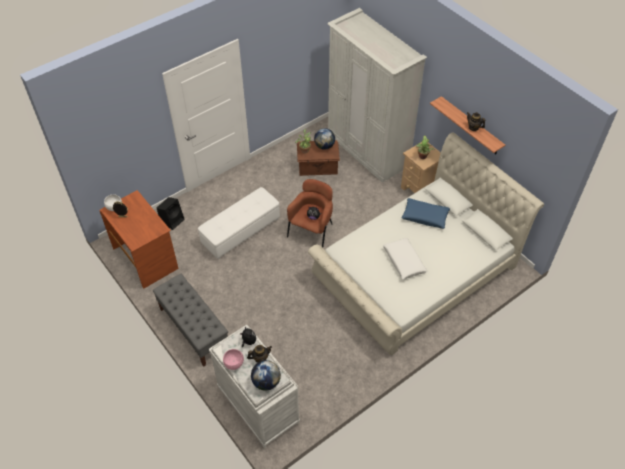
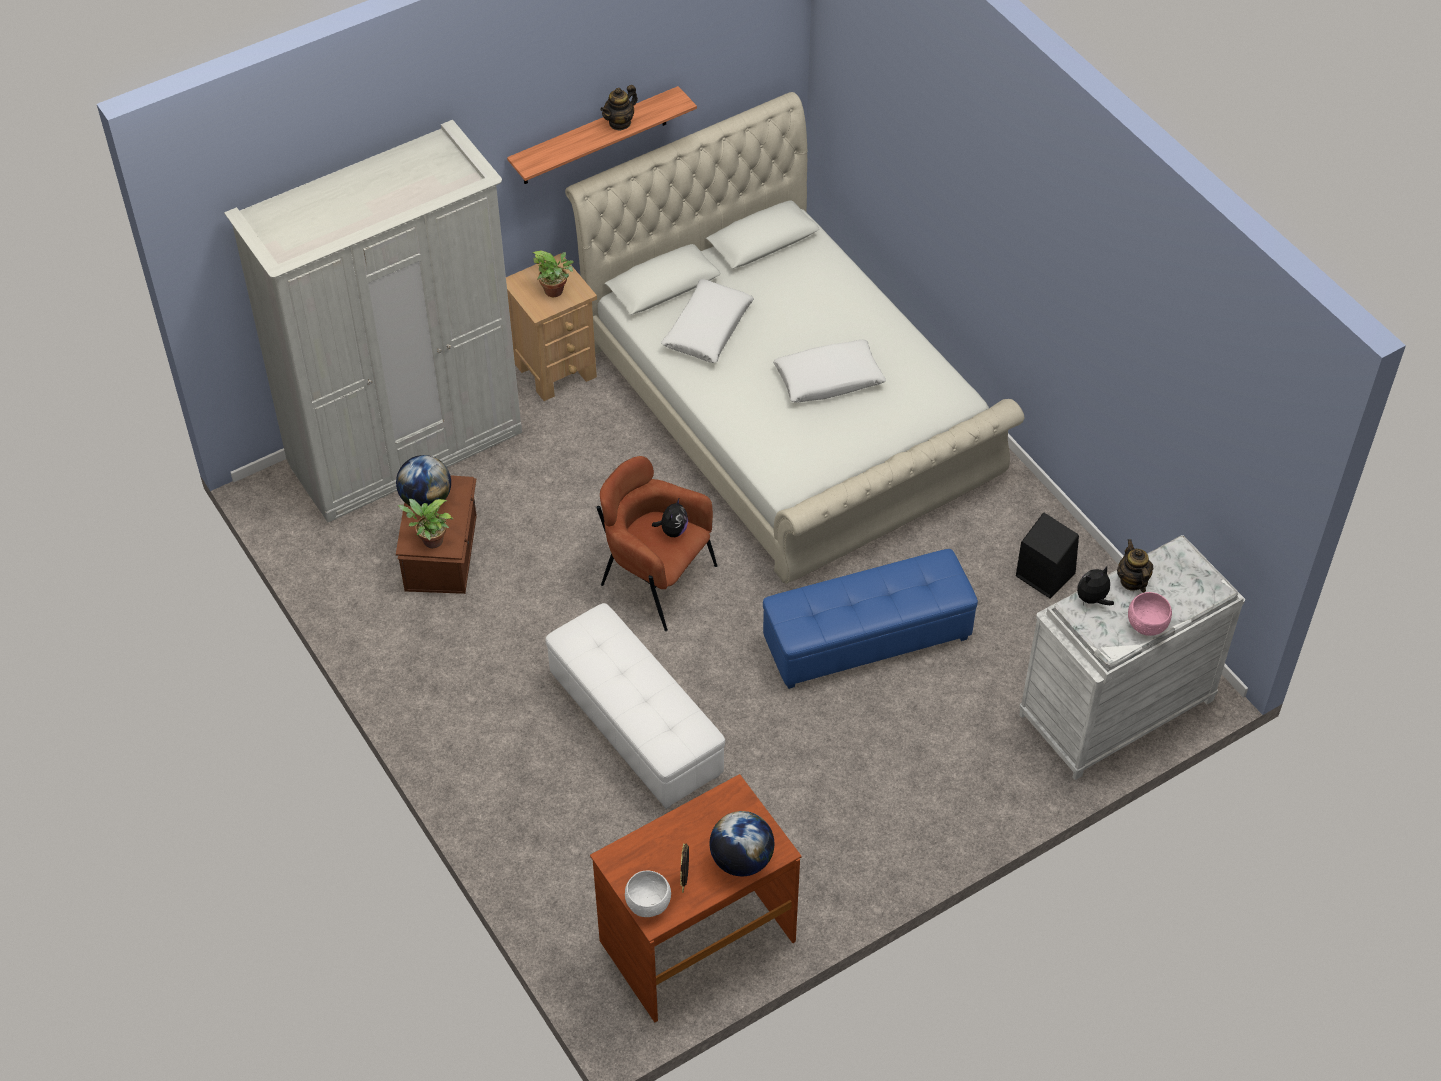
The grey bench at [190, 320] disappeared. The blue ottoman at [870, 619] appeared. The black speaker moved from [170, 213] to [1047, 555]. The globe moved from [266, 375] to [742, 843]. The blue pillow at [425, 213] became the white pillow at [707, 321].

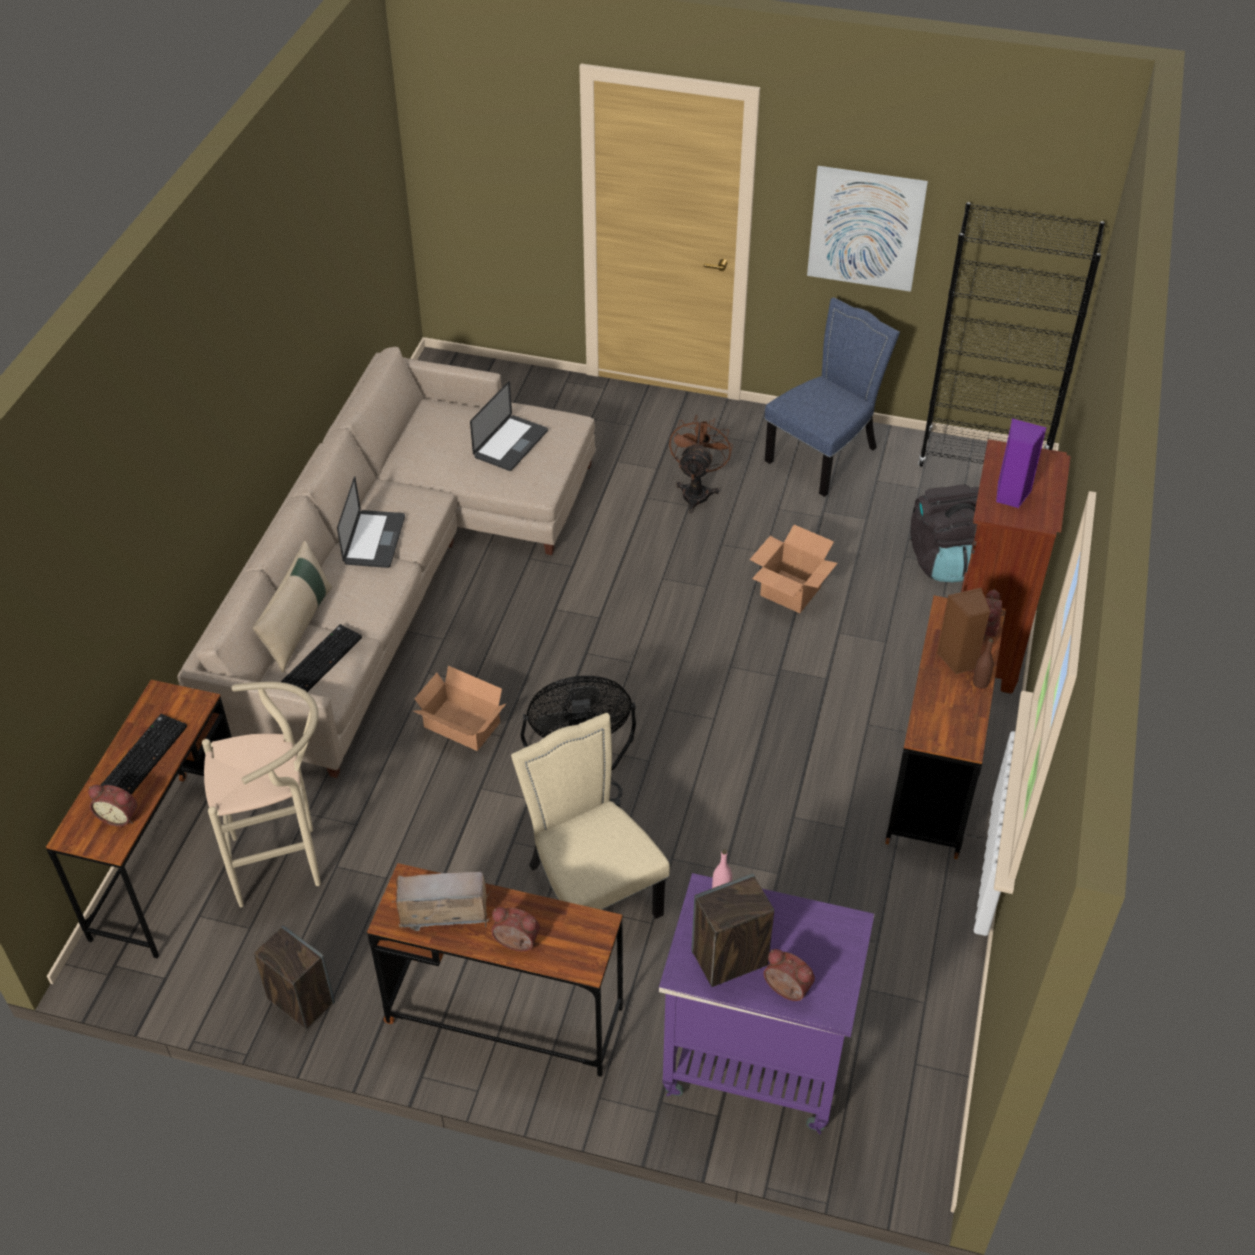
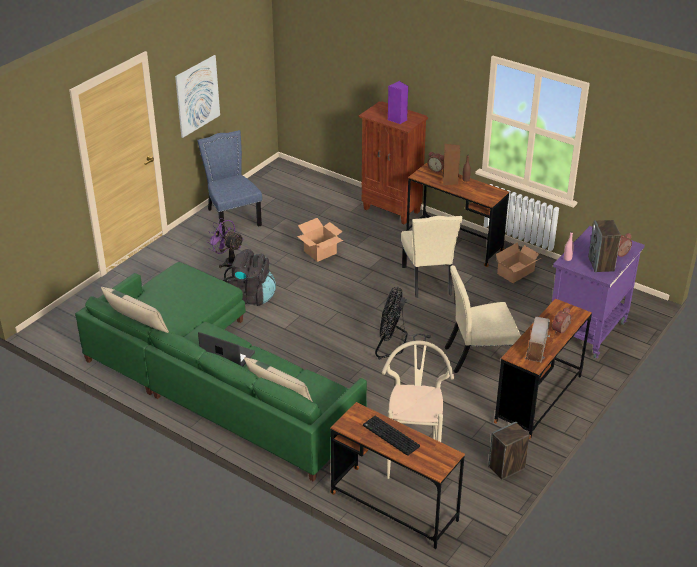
The alarm clock at [113, 806] disappeared. The keyboard at [321, 658] disappeared. The laptop at [509, 426] disappeared. The black bookcase at [1011, 334] disappeared. The beige pillow at [135, 310] appeared. The beige chair at [432, 257] appeared. The cardboard box moved from [460, 708] to [518, 262]. The black backpack moved from [944, 533] to [249, 277]. The beige sofa at [386, 562] became the green sofa at [221, 371]. The brown fan at [701, 463] became the purple fan at [225, 243].

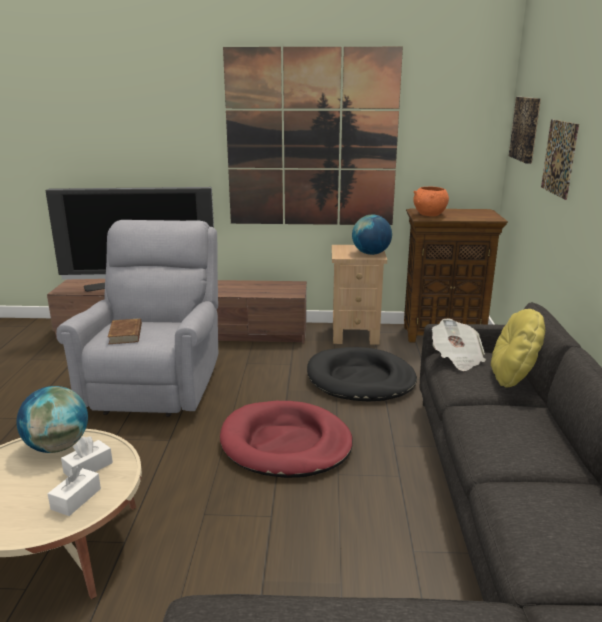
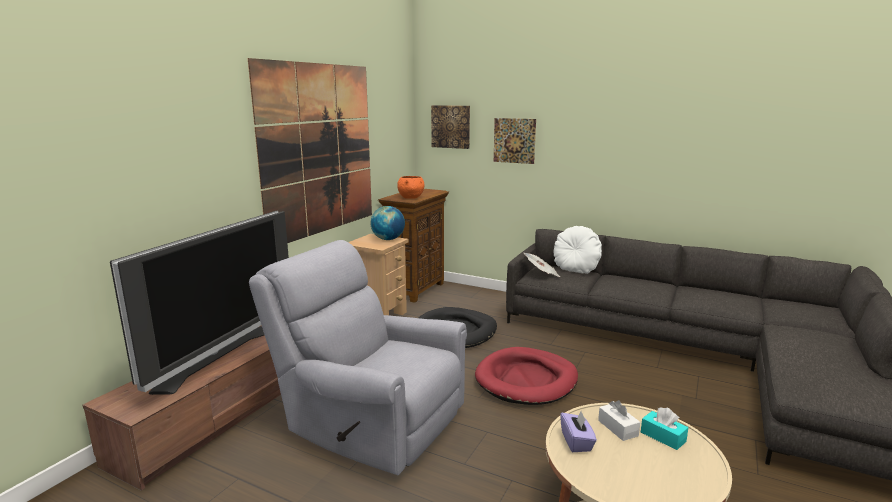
The brown book at [125, 331] disappeared. The globe at [52, 419] was replaced by the purple tissue box at [578, 431]. The white tissue box at [74, 490] became the turquoise tissue box at [664, 428]. The yellow pillow at [518, 348] became the white pillow at [578, 250].

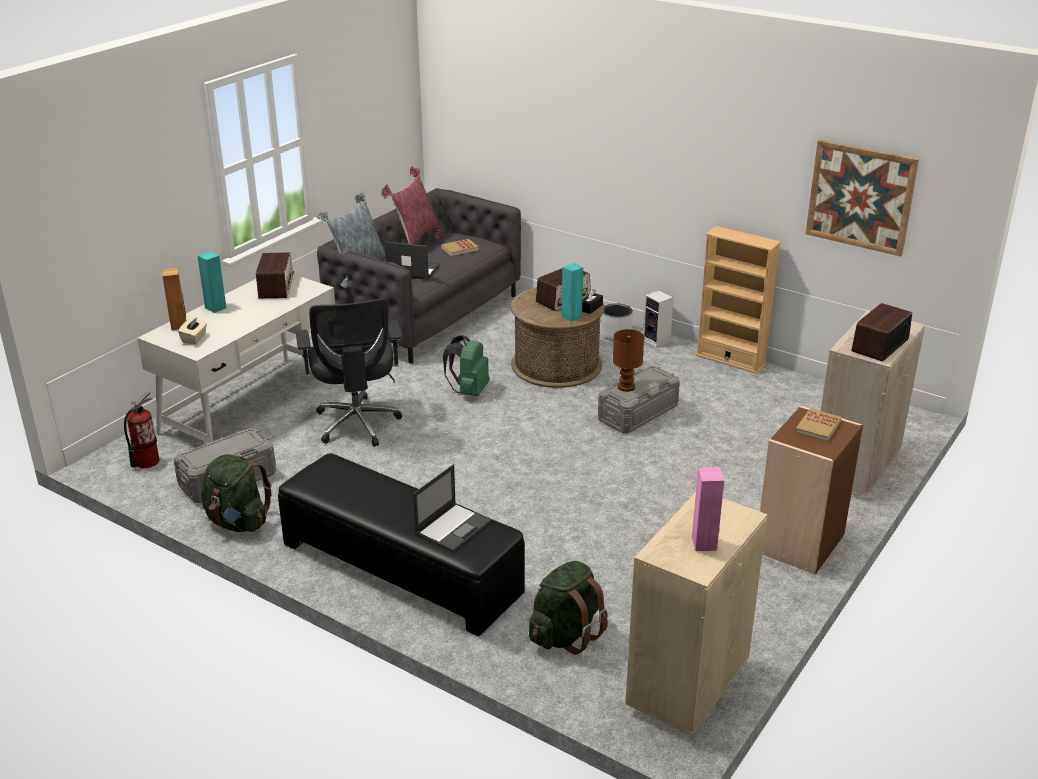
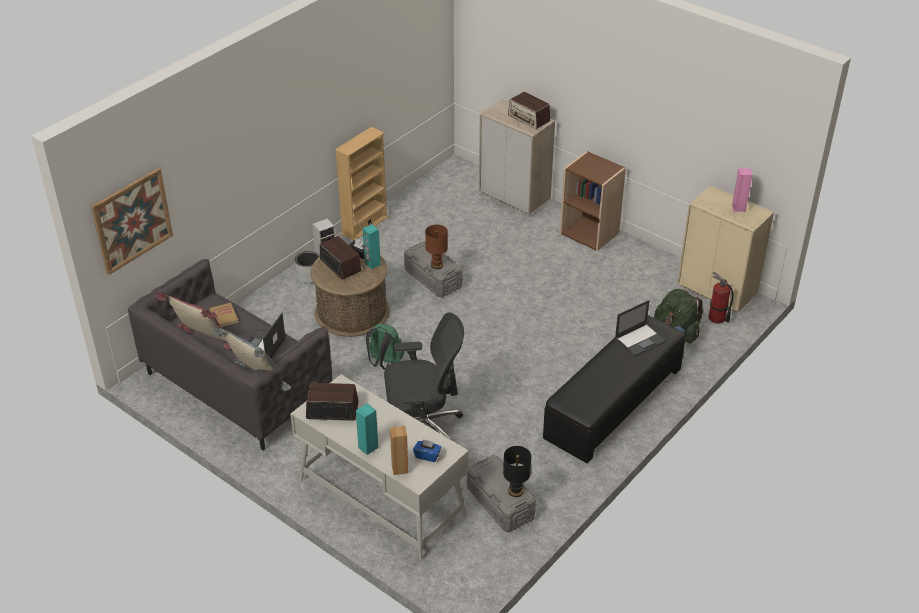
The green backpack at [236, 493] disappeared. The book at [818, 425] disappeared. The black table lamp at [517, 471] appeared. The fire extinguisher moved from [141, 429] to [721, 298]. The picture moved from [862, 198] to [132, 221]. The beige tissue box at [192, 330] became the blue tissue box at [427, 450]. The laptop at [452, 508] turned 105 degrees clockwise.

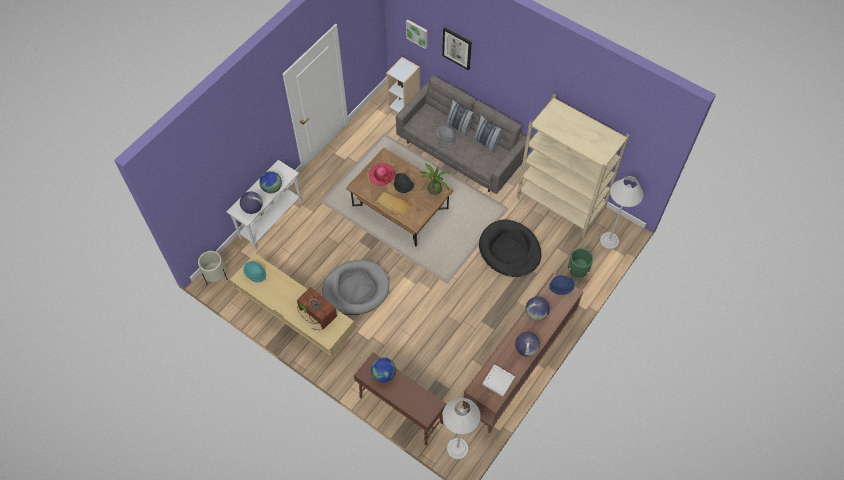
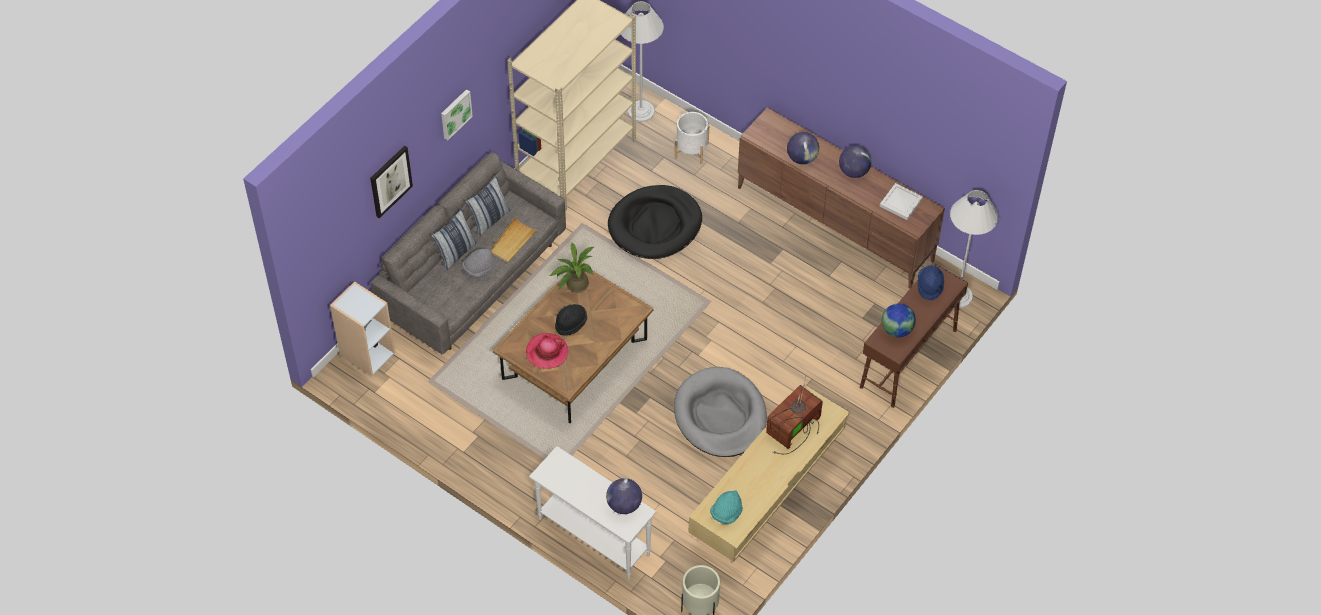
The globe at [270, 182] disappeared. The beige tray moved from [393, 203] to [513, 240]. The picture moved from [417, 34] to [457, 114]. The blue hat moved from [562, 285] to [931, 282]. The green planter at [580, 265] became the white planter at [692, 138].

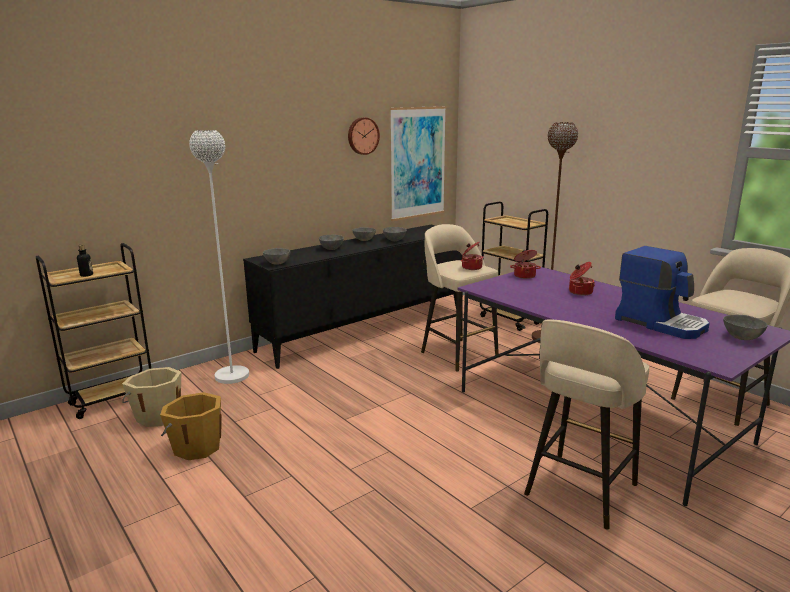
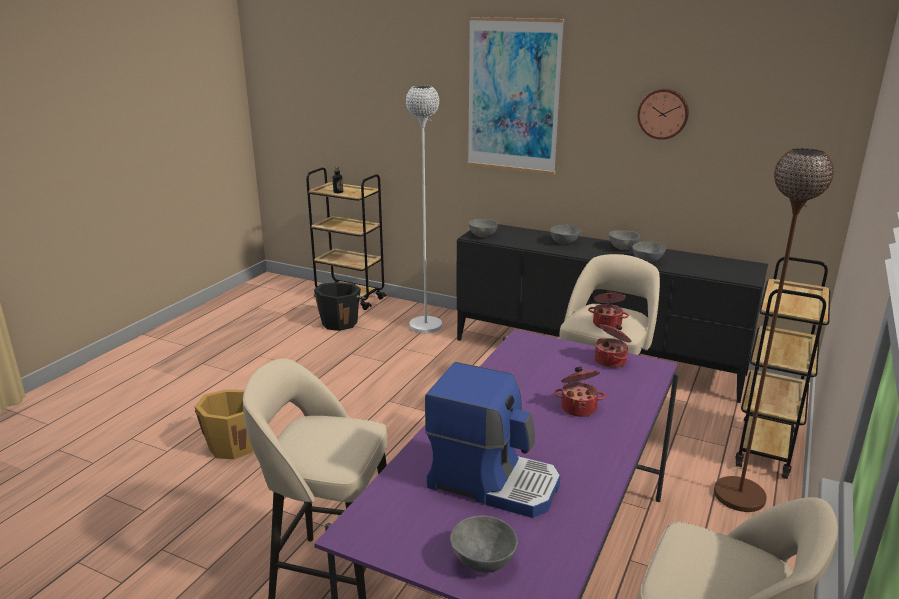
The orange bucket moved from [191, 426] to [223, 424]. The picture moved from [418, 163] to [515, 96]. The beige bucket at [151, 397] became the black bucket at [339, 306]. The coffee machine at [662, 292] turned 90 degrees counterclockwise.

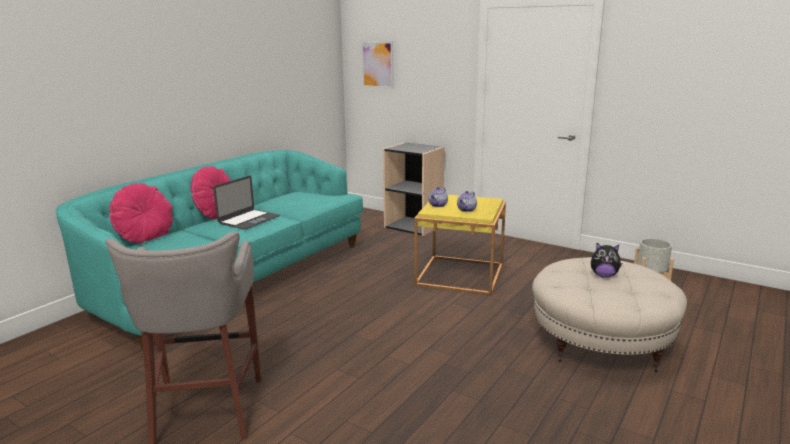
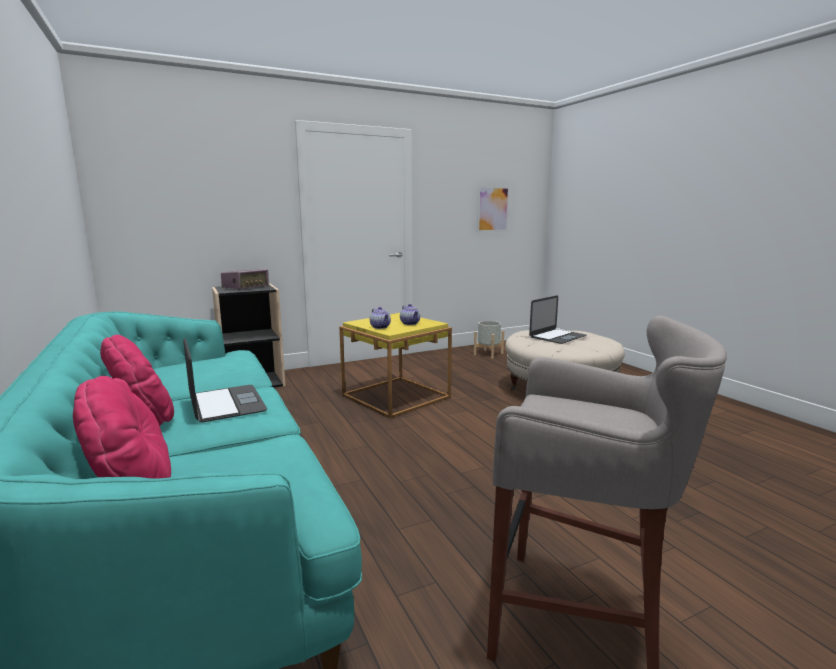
The radio at [245, 279] appeared. The picture moved from [377, 65] to [493, 209]. The plush toy at [606, 260] was replaced by the laptop at [558, 319].

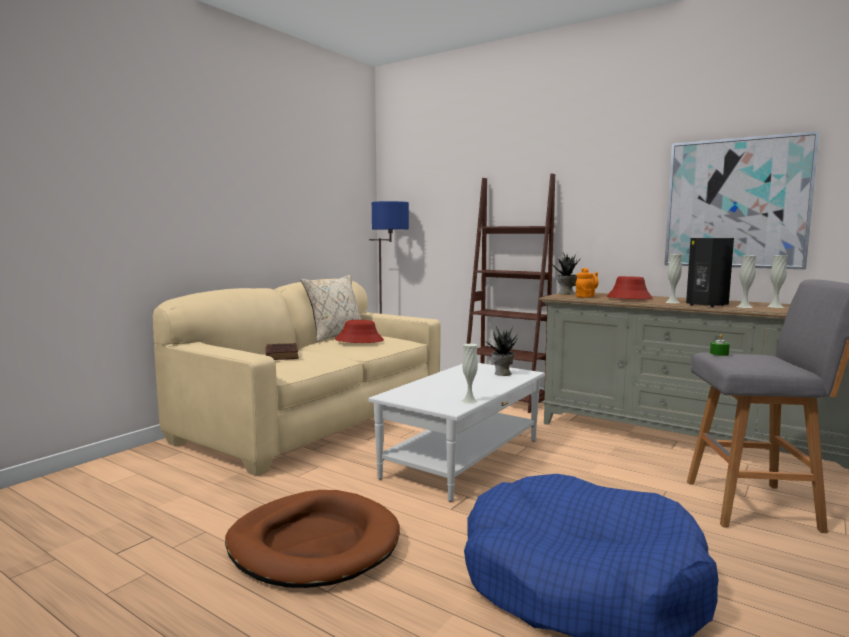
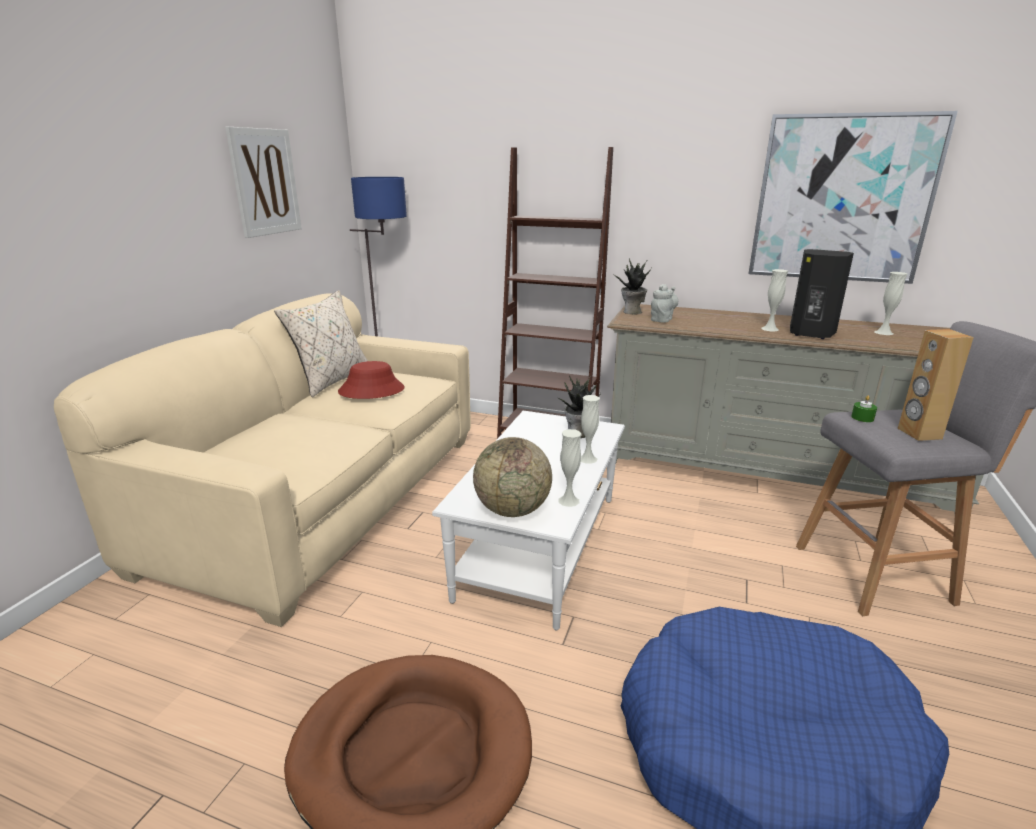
The brown book at [282, 351] disappeared. The red hat at [629, 287] disappeared. The picture at [263, 182] appeared. The globe at [512, 477] appeared. The brown speaker at [936, 385] appeared. The white vase moved from [746, 281] to [590, 429]. The orange teapot at [587, 282] became the grey teapot at [664, 303].

